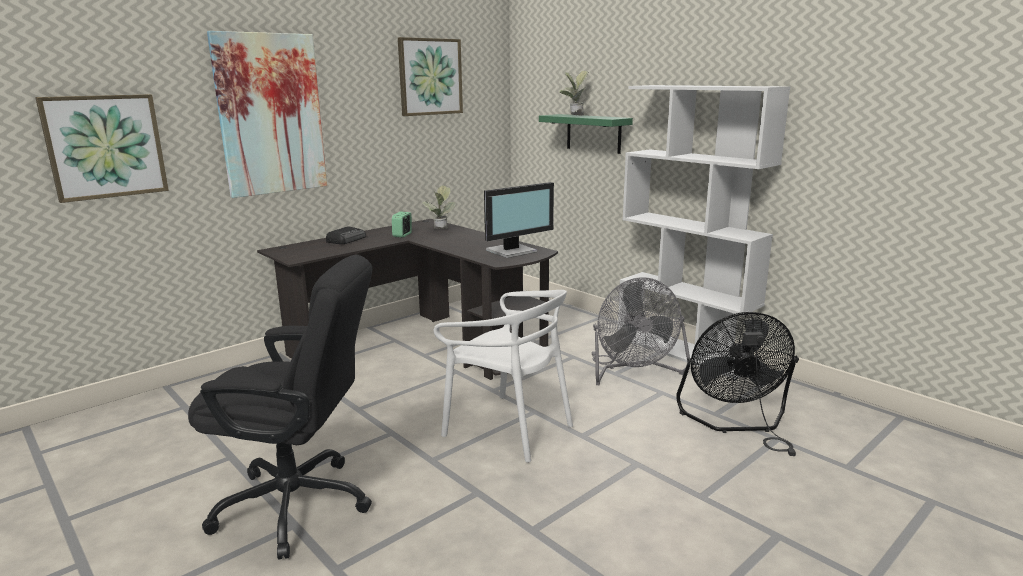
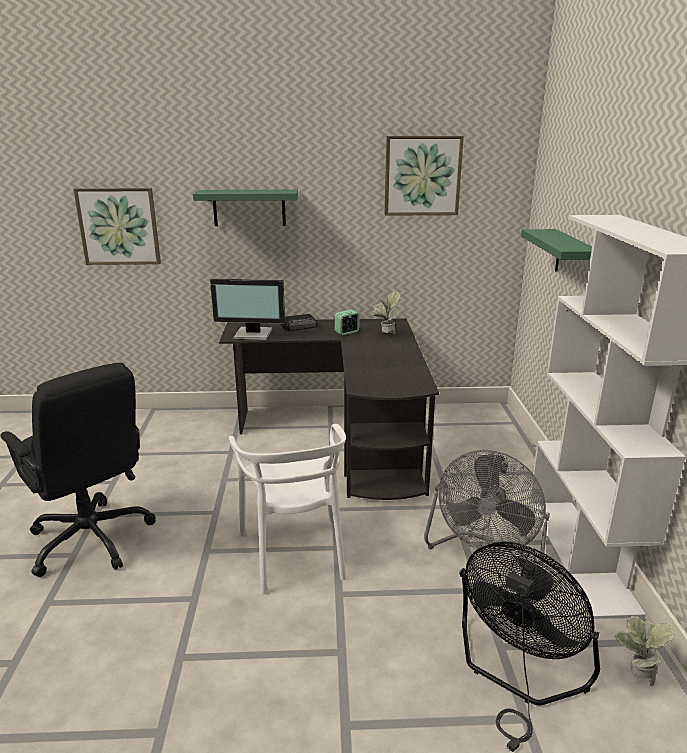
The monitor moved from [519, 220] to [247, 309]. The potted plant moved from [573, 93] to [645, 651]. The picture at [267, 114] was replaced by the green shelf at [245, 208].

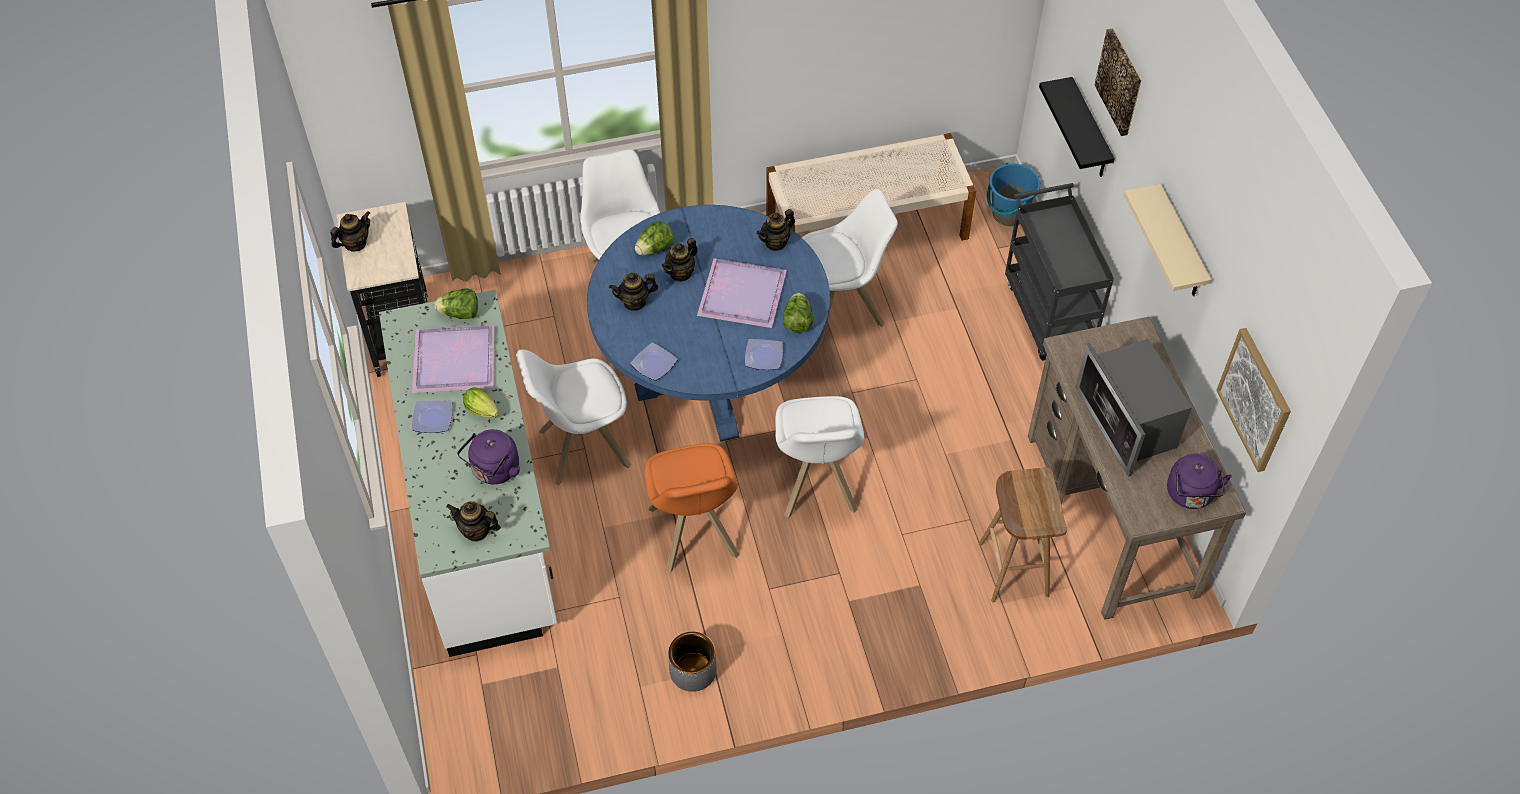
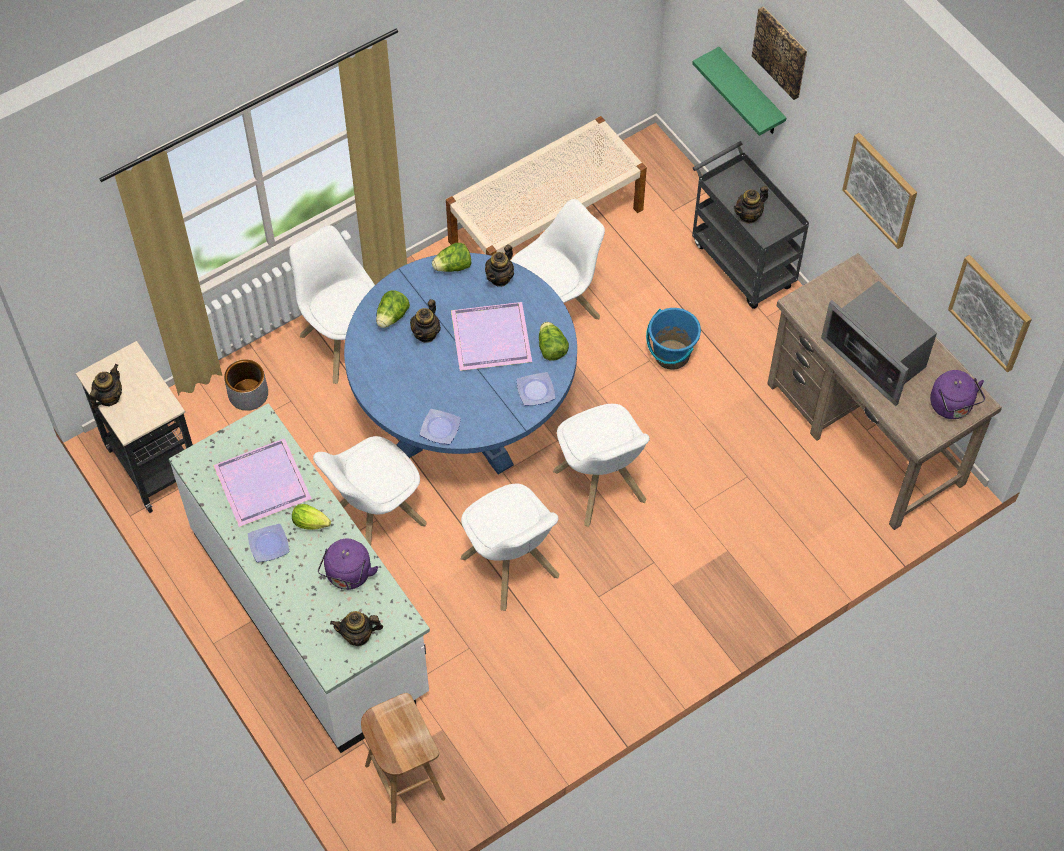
The lettuce moved from [456, 303] to [451, 257]. The teapot moved from [633, 292] to [751, 205]. The grey planter moved from [692, 662] to [246, 385]. The brown stool moved from [1023, 535] to [403, 758]. The blue bucket moved from [1014, 194] to [673, 339]. The beige shelf at [1167, 240] was replaced by the picture at [879, 191]. The orange chair at [692, 508] became the white chair at [510, 547]. The black shelf at [1077, 127] became the green shelf at [739, 91].

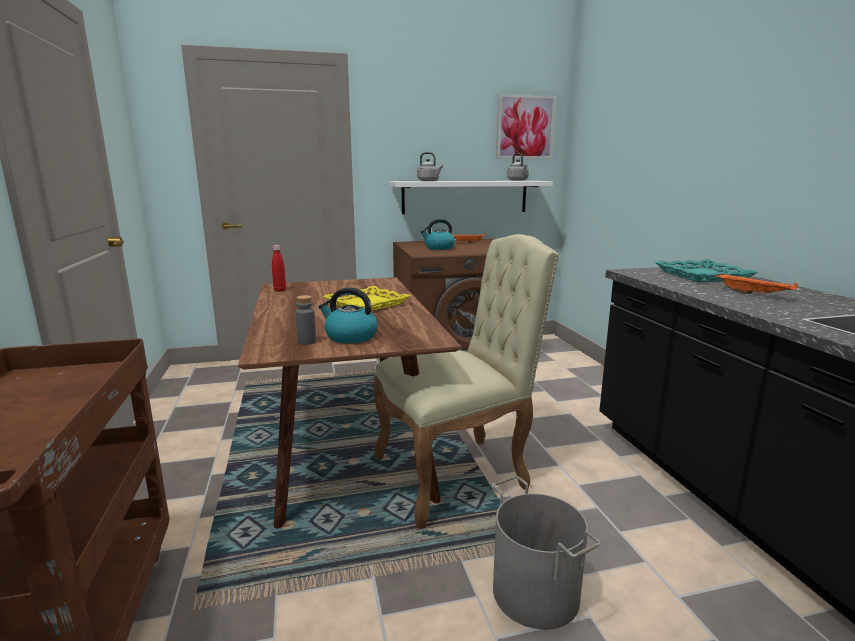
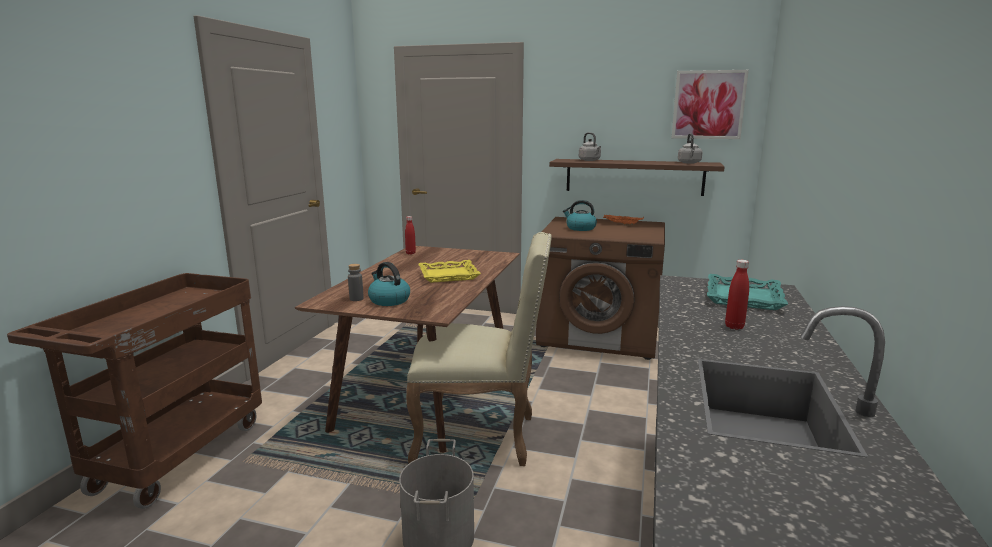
The orange tray at [756, 283] was replaced by the red bottle at [737, 295]. The white shelf at [471, 197] became the brown shelf at [637, 177].

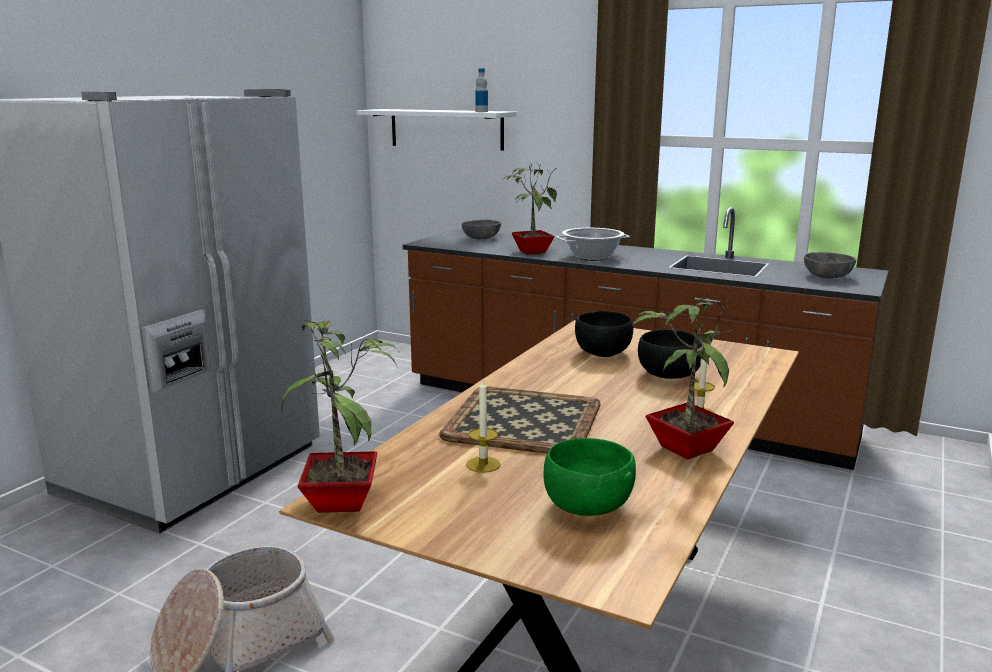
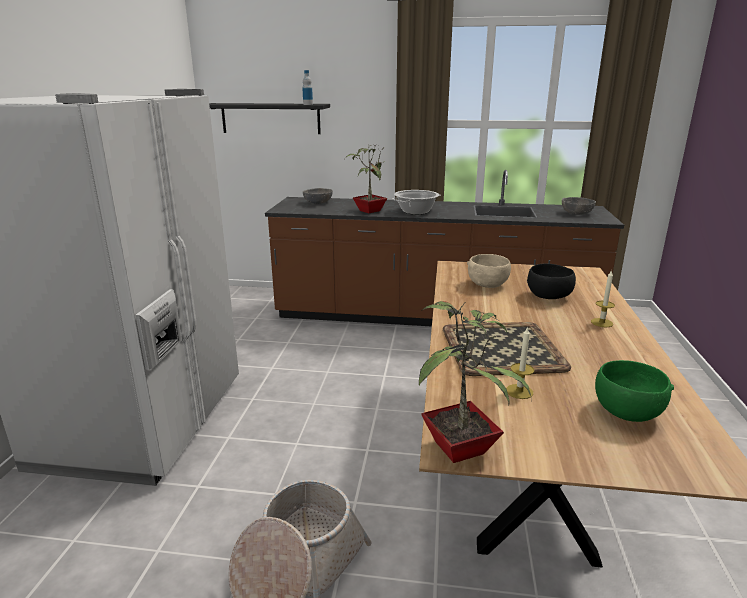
The potted plant at [684, 375] disappeared. The white shelf at [437, 130] became the black shelf at [269, 118]. The black bowl at [604, 334] became the beige bowl at [489, 271].

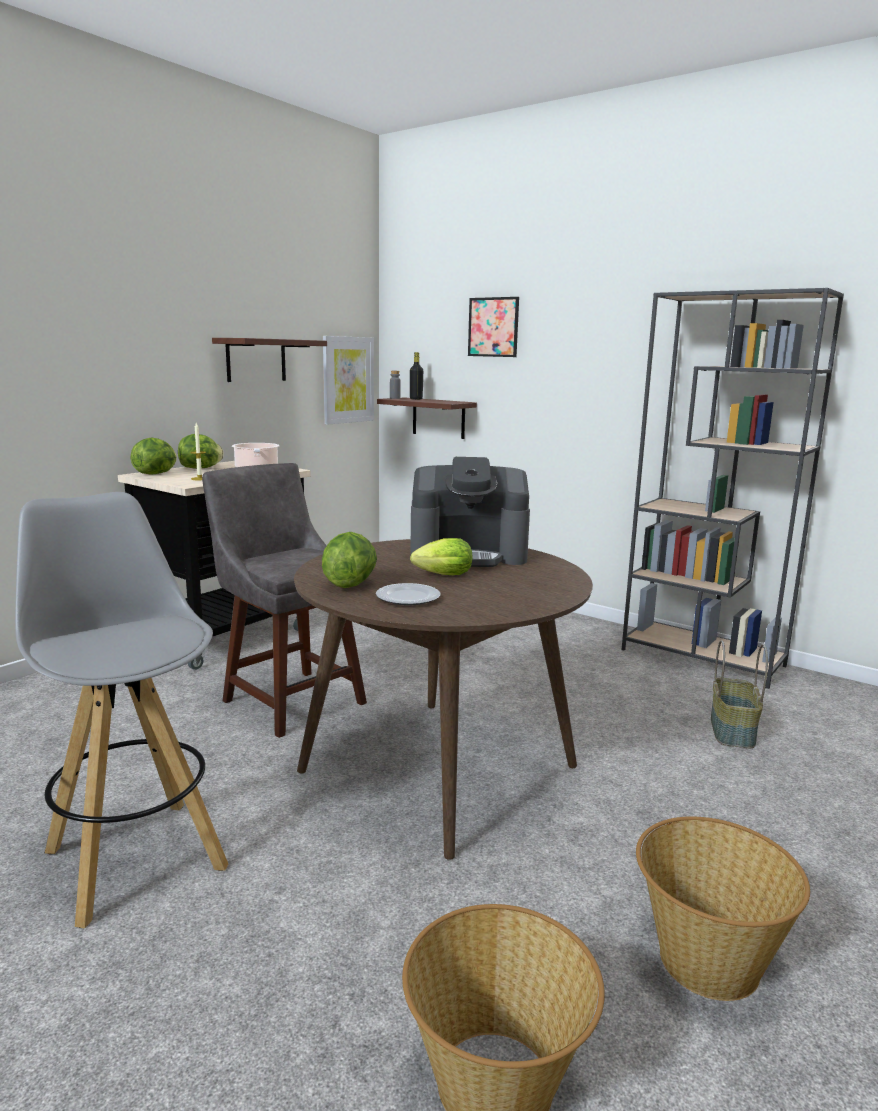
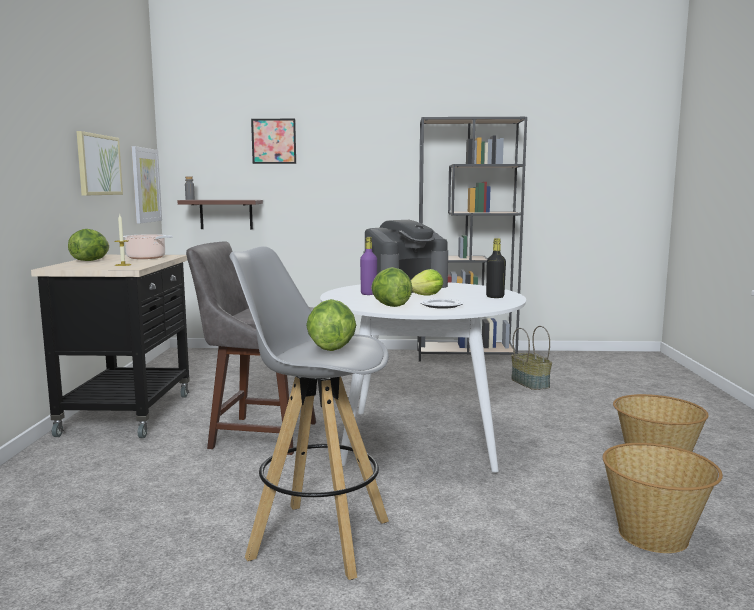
The purple bottle at [368, 266] appeared. The lettuce moved from [154, 456] to [331, 325]. The black bottle moved from [416, 376] to [496, 268]. The shelf at [269, 360] was replaced by the picture at [99, 163]. The brown dining table at [443, 699] became the white dining table at [423, 377].

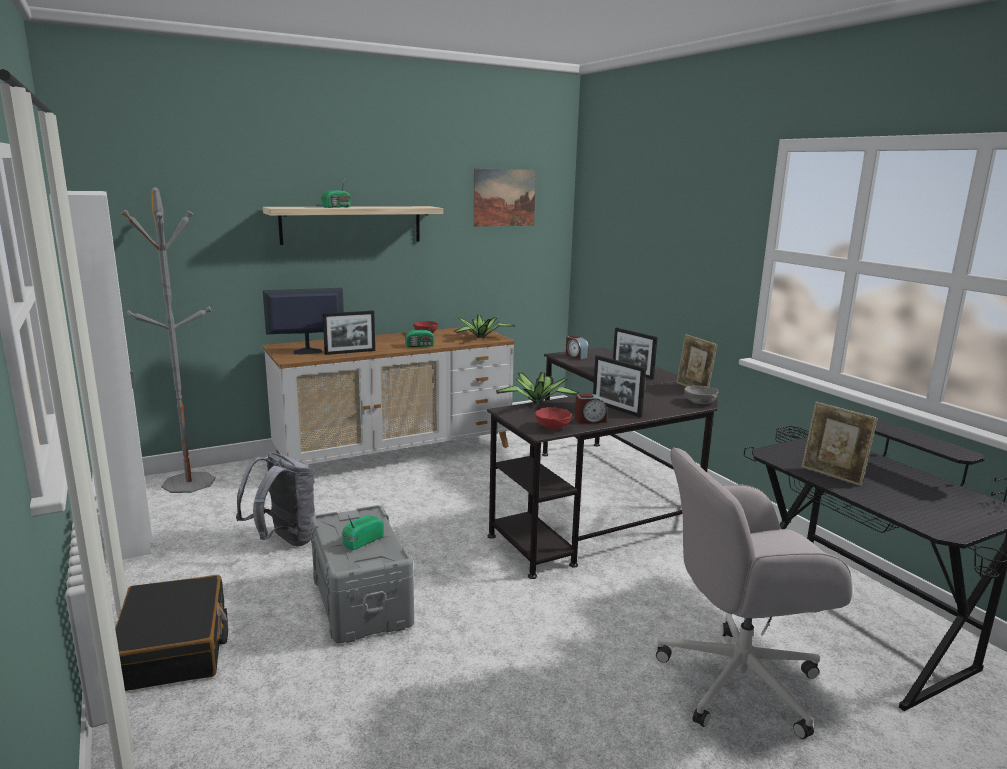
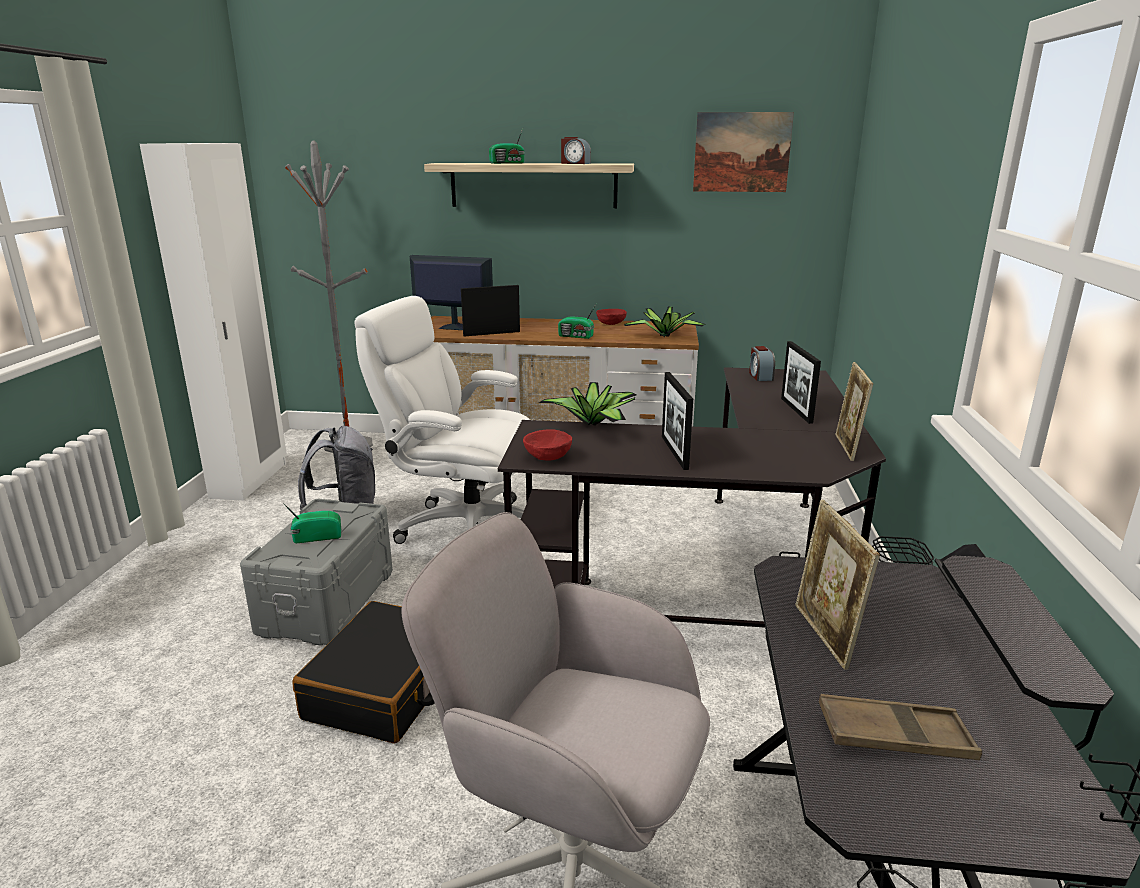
The grey bowl at [701, 394] disappeared. The white office chair at [442, 420] appeared. The brown tray at [900, 727] appeared. The black suitcase moved from [171, 633] to [363, 672]. The alarm clock moved from [591, 408] to [576, 150]. The picture frame at [349, 333] turned 150 degrees clockwise.

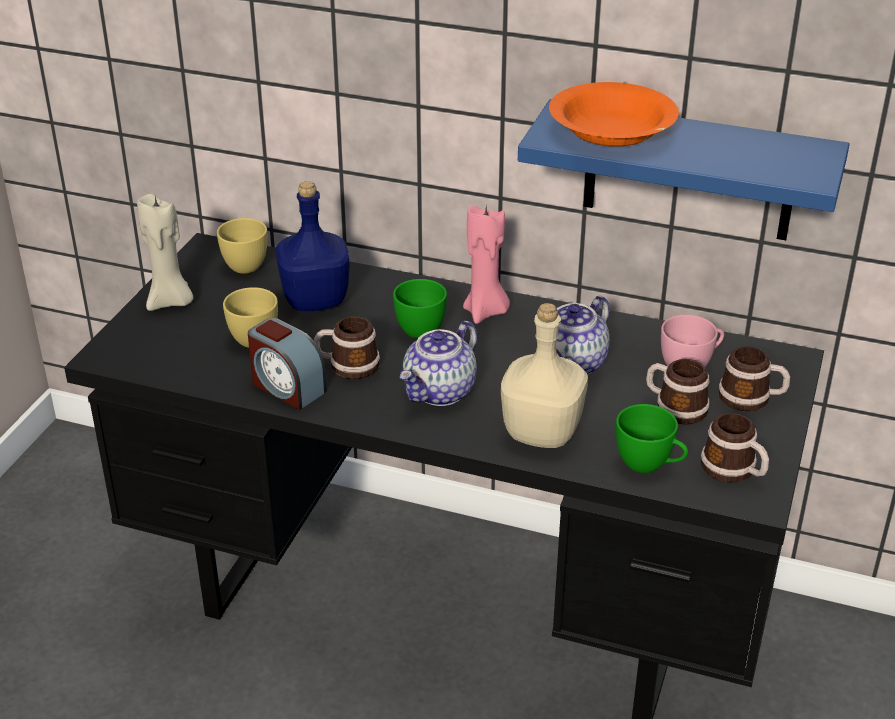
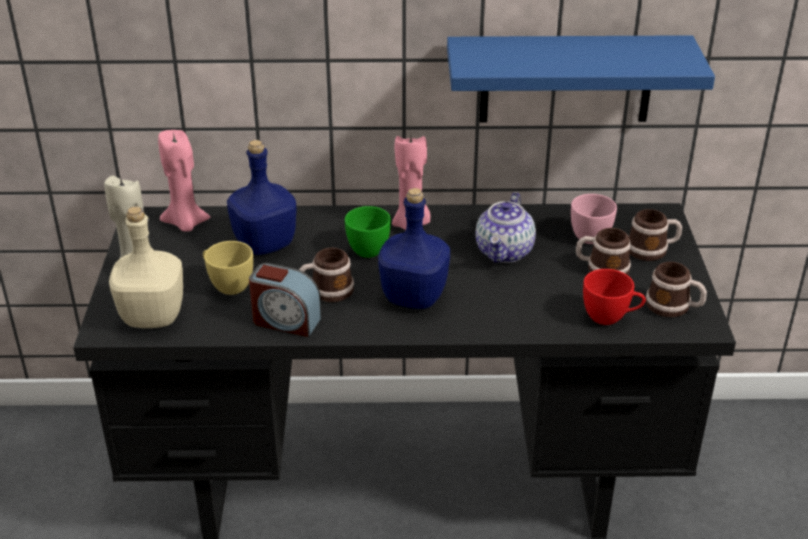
The orange bowl at [614, 114] disappeared. The beige bottle moved from [544, 375] to [146, 267]. The yellow cup at [242, 245] was replaced by the pink candle at [184, 180]. The teapot at [438, 363] was replaced by the blue bottle at [414, 248]. The green cup at [652, 438] became the red cup at [614, 297].

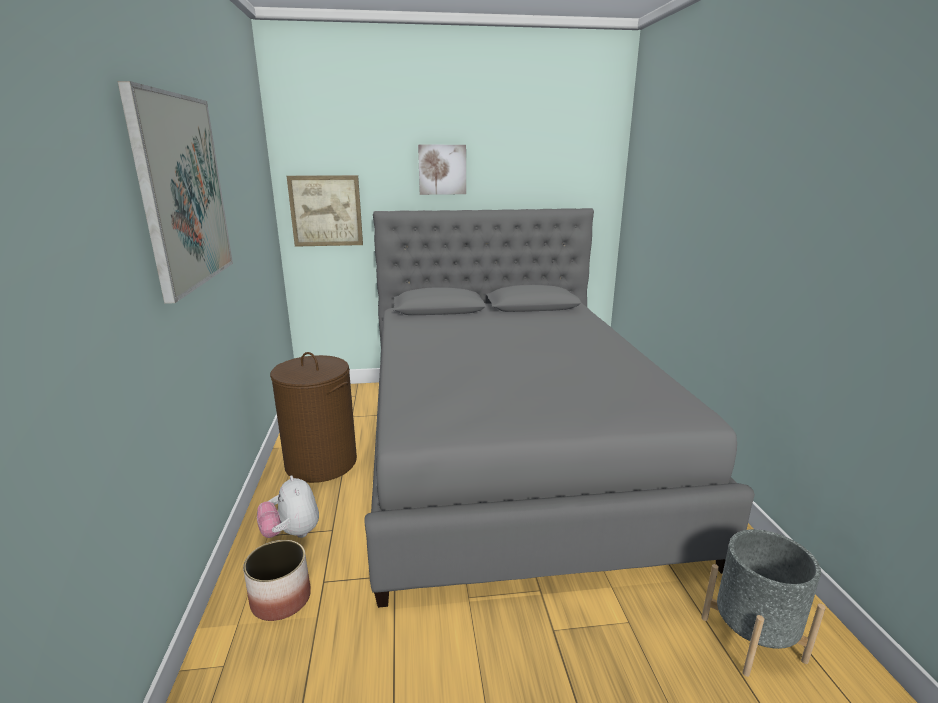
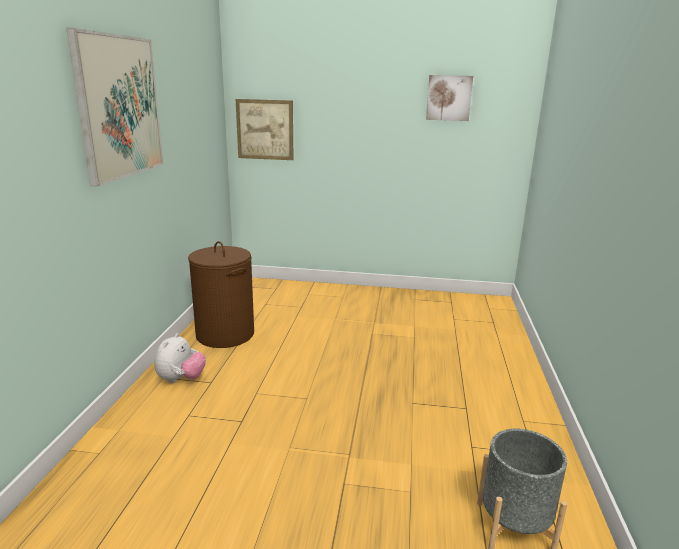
The planter at [277, 580] disappeared. The grey bed at [559, 408] disappeared. The picture moved from [442, 170] to [449, 98]. The plush toy at [288, 506] turned 150 degrees counterclockwise.

